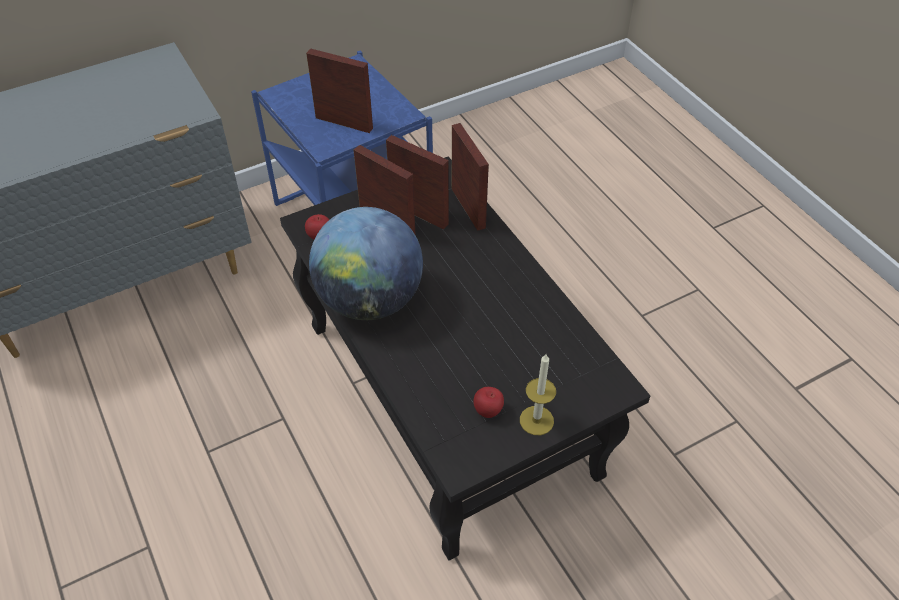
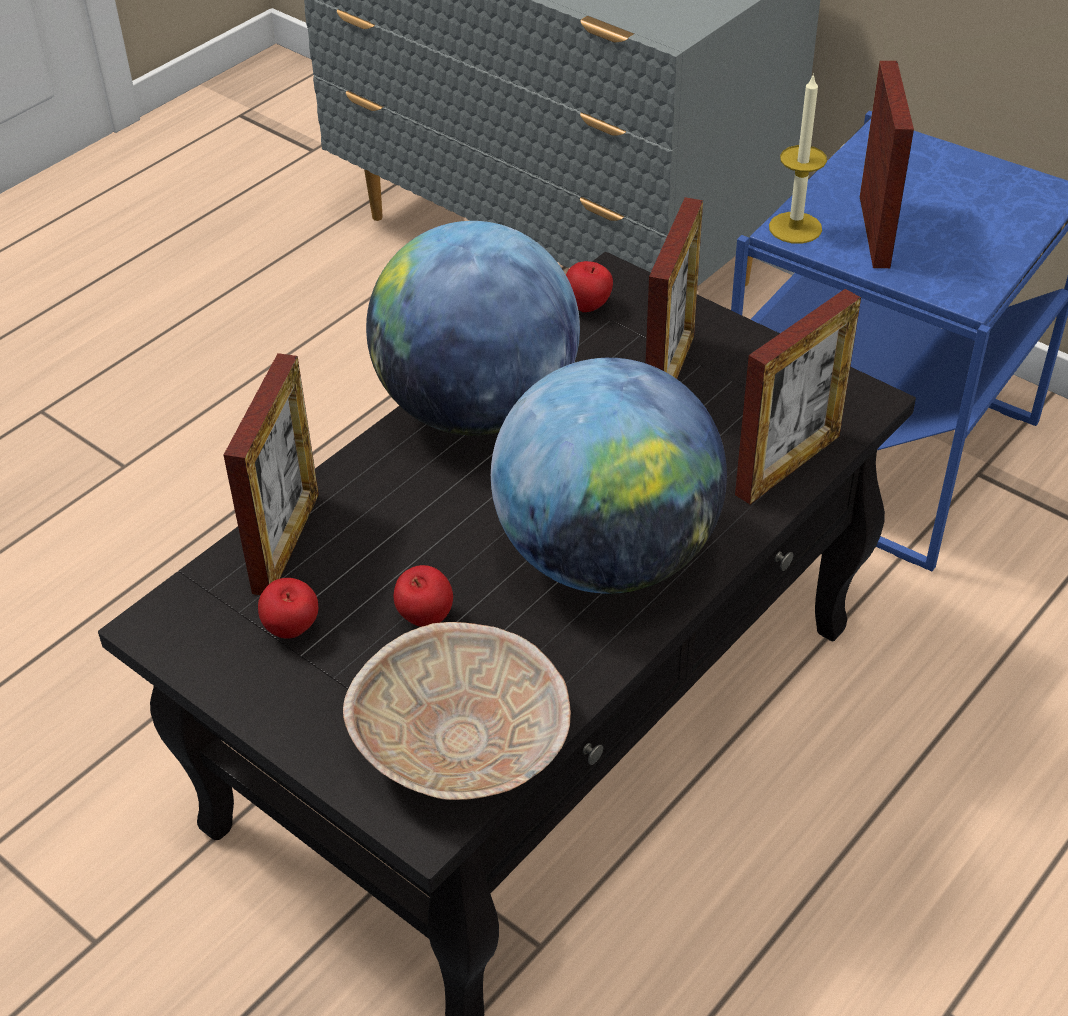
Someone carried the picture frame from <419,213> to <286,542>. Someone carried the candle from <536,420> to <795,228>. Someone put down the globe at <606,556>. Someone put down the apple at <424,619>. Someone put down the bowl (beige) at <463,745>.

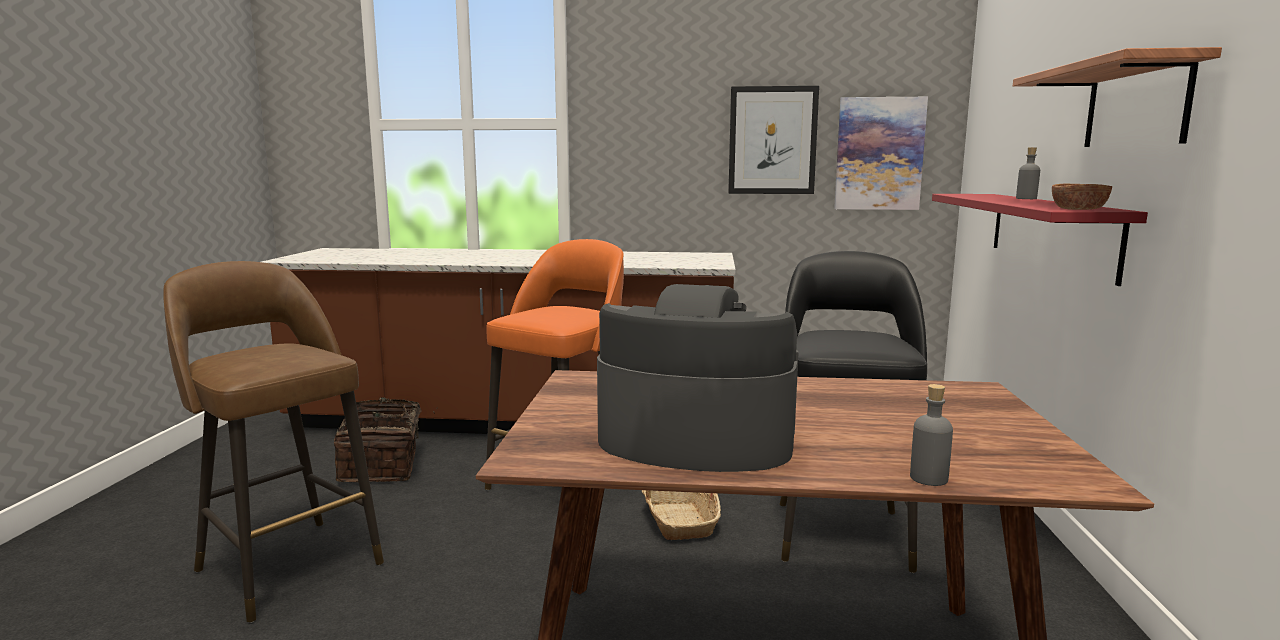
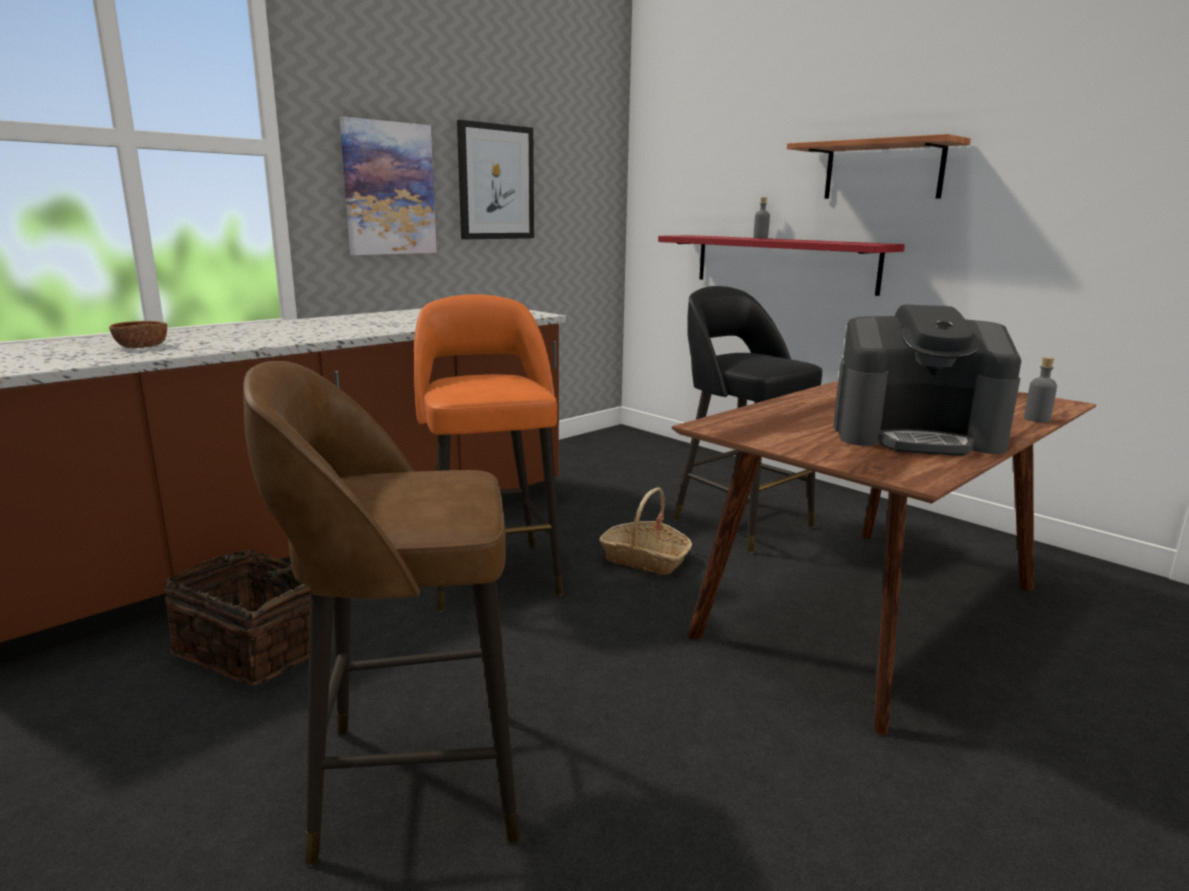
Someone carried the picture from <879,154> to <389,189>. Someone carried the bowl (brown) from <1078,209> to <141,346>. Someone rotated the coffee machine at <695,438> by 135 degrees counterclockwise.

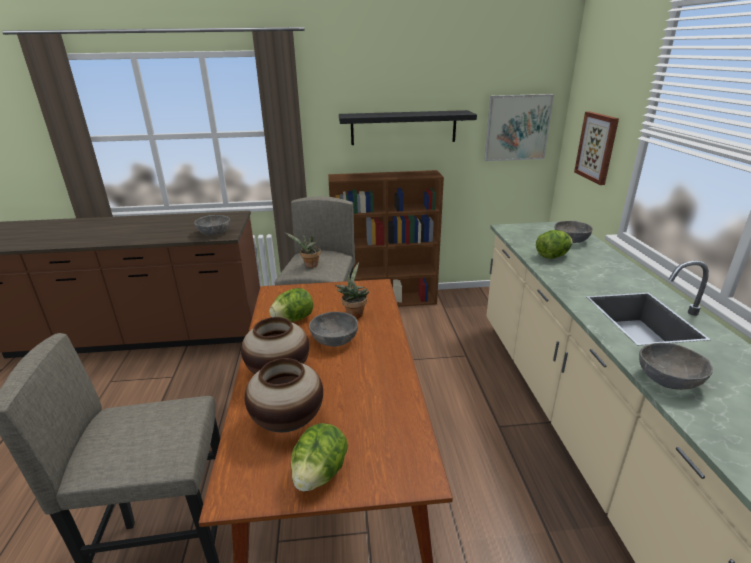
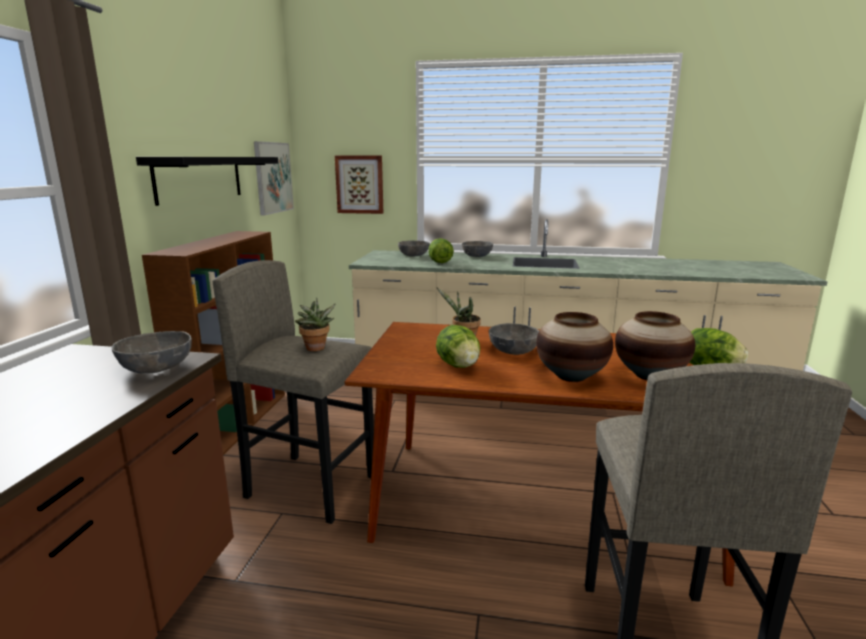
Someone carried the bowl (grey) from <669,380> to <477,256>.

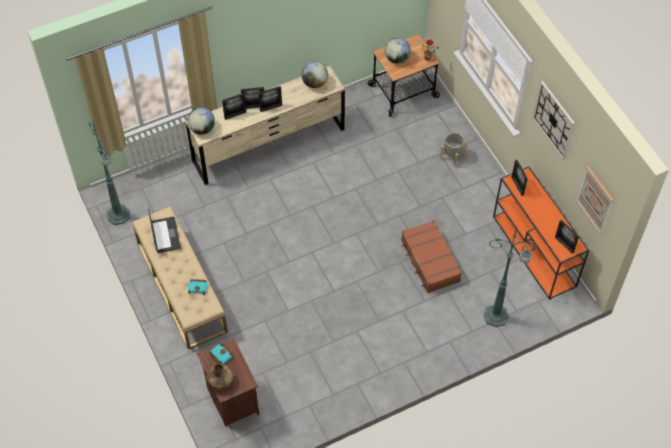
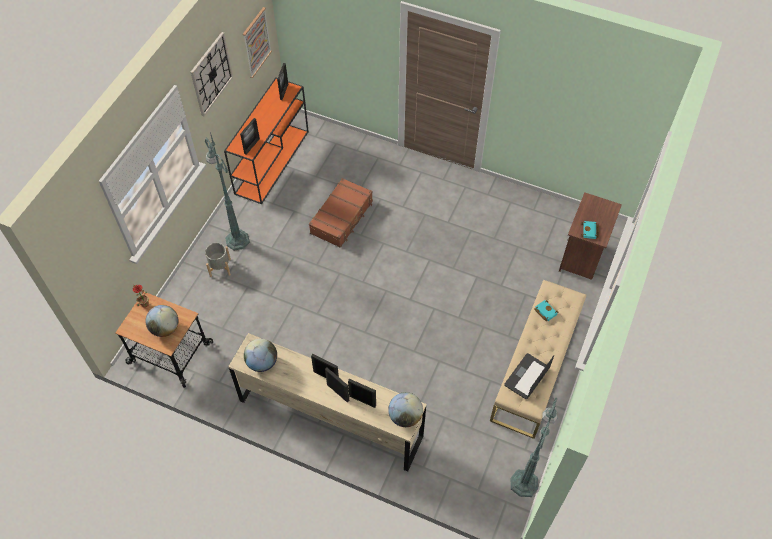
Someone carried the floor lamp (green) from <497,316> to <237,239>. Someone took away the vase (brown) at <220,381>.

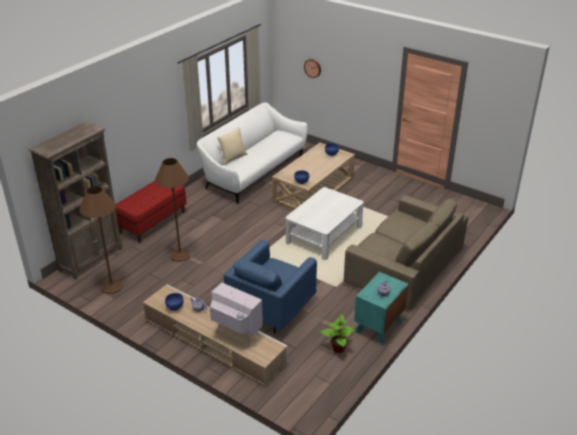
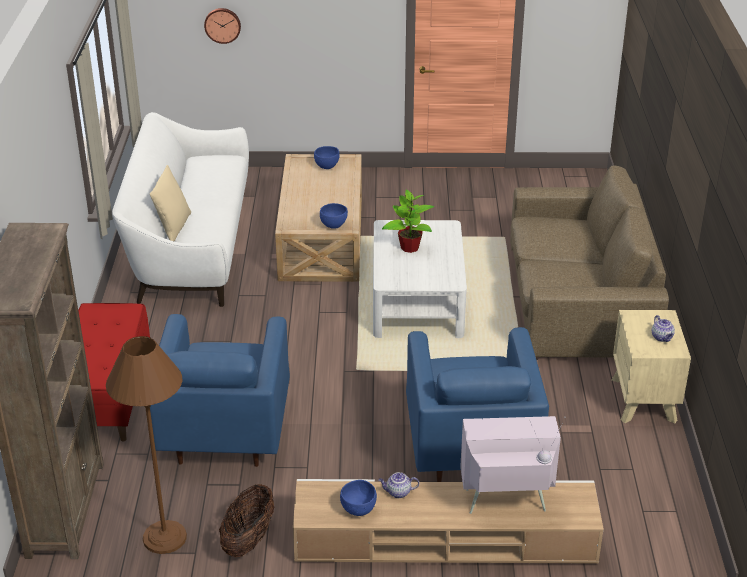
Someone swapped the floor lamp (brown) at <180,255> for the armchair (blue) at <224,430>. Someone repainted the nightstand (turquoise) at <379,327>, which became the nightstand (beige) at <644,400>. Someone carried the potted plant from <338,348> to <409,247>. Someone put down the basket at <248,539>.

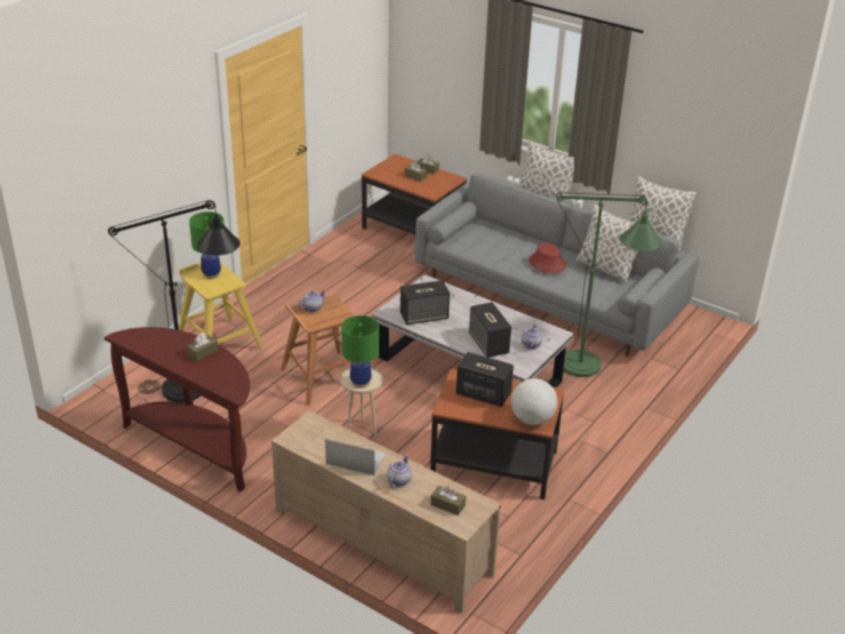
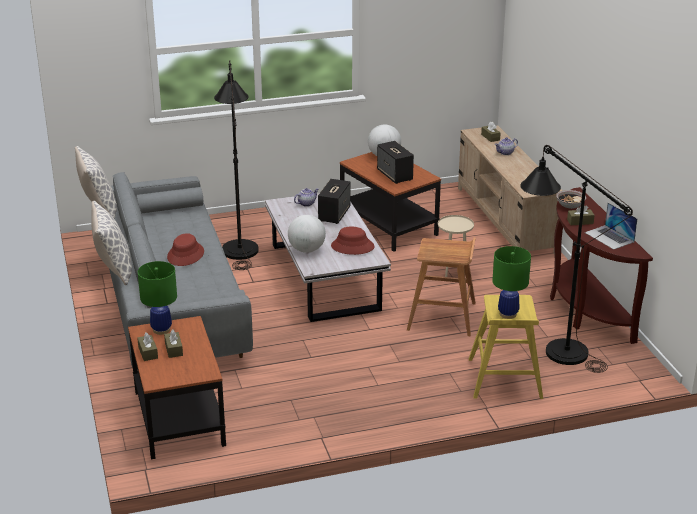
Someone repainted the floor lamp (green) at <590,370>, which became the floor lamp (black) at <239,245>. Someone took away the pillow at <606,268>. Someone swapped the speaker at <424,316> for the hat (red) at <352,247>. Someone took away the teapot at <312,308>. Someone carried the table lamp (green) from <360,382> to <161,330>. Someone carried the laptop from <355,458> to <609,237>. Someone put down the bowl at <570,205>. Someone put down the globe at <306,250>.

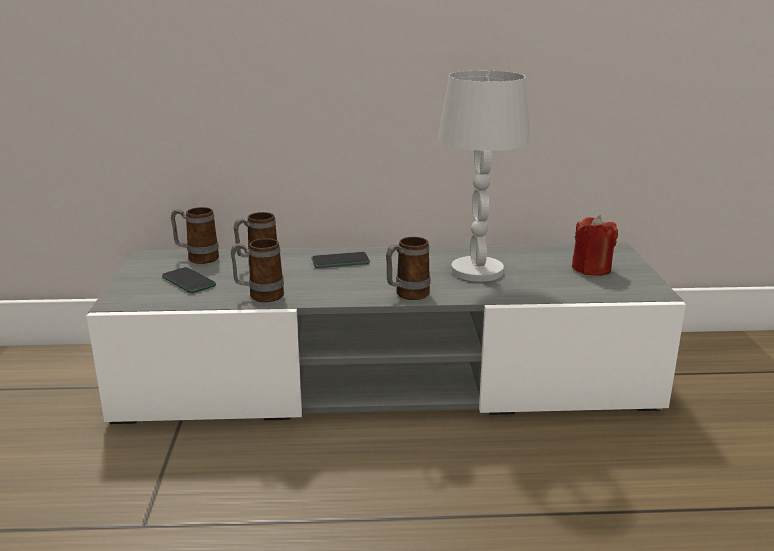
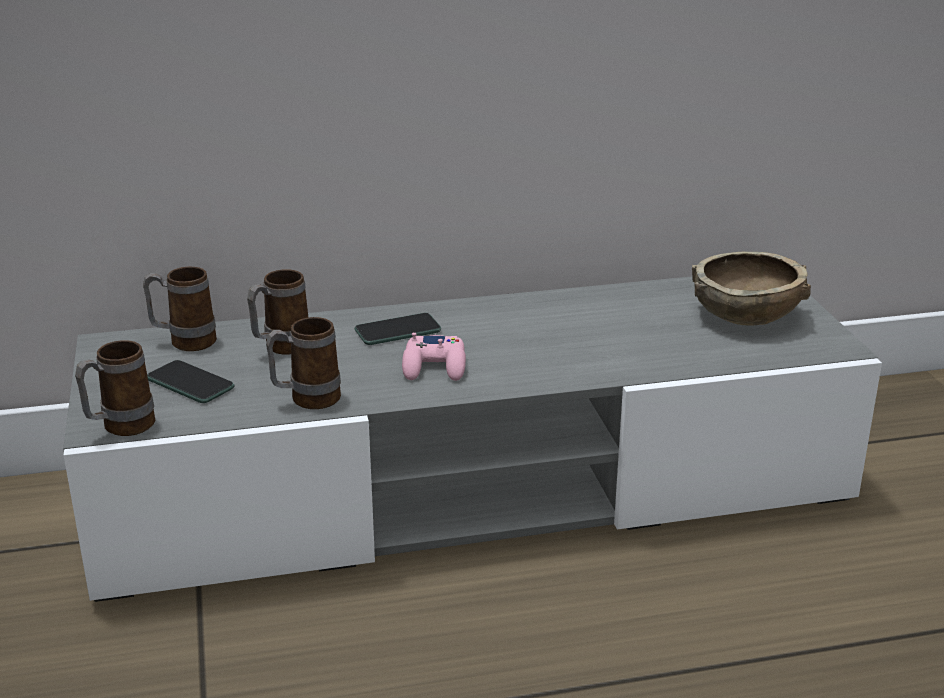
Someone took away the table lamp (white) at <476,271>. Someone swapped the candle (red) at <591,269> for the bowl (brown) at <746,316>. Someone carried the mug from <406,295> to <120,428>. Someone put down the game controller (pink) at <435,366>.

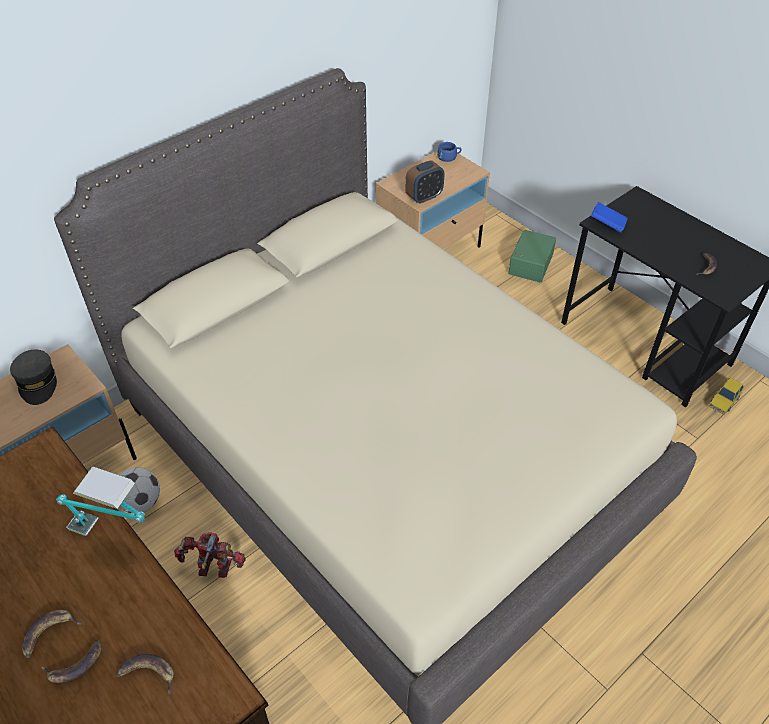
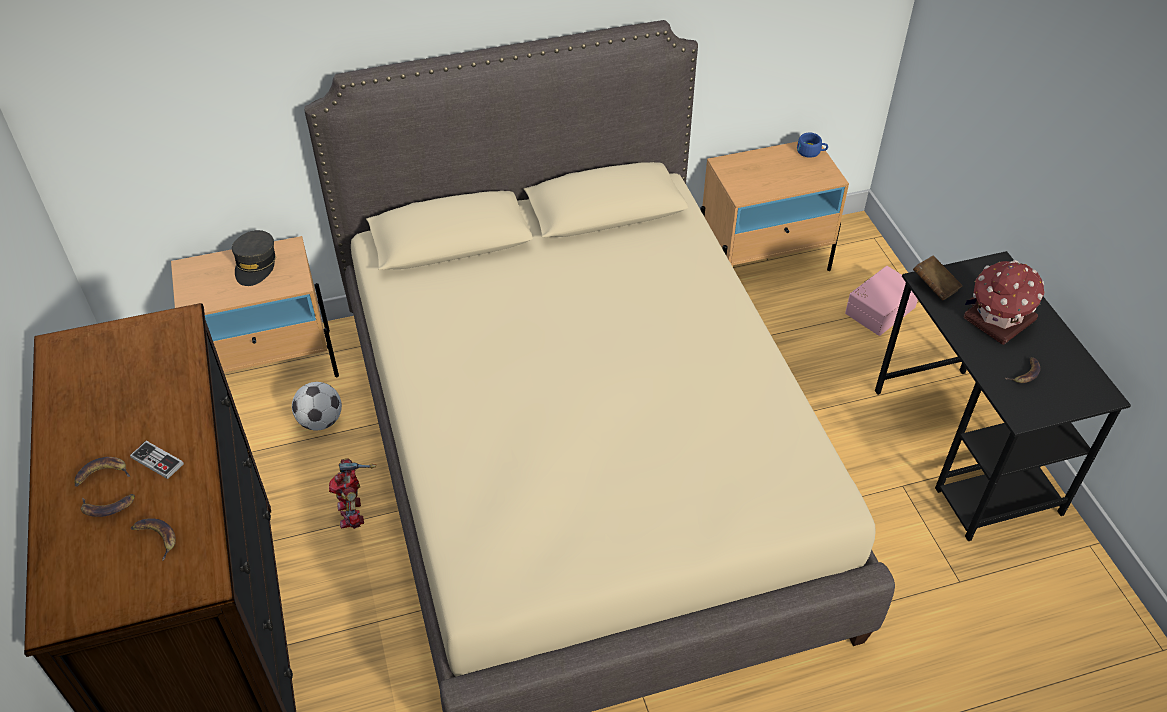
Someone took away the alarm clock at <424,197>. Someone repainted the book (blue) at <607,225>, which became the book (brown) at <934,286>. Someone repainted the storage box (green) at <529,263>, which became the storage box (pink) at <878,309>. Someone took away the toy car at <724,401>. Someone took away the table lamp at <114,535>. Someone rotated the toy robot at <214,570> by 135 degrees counterclockwise. Someone put down the toy house at <997,320>. Someone put down the game controller at <157,461>.

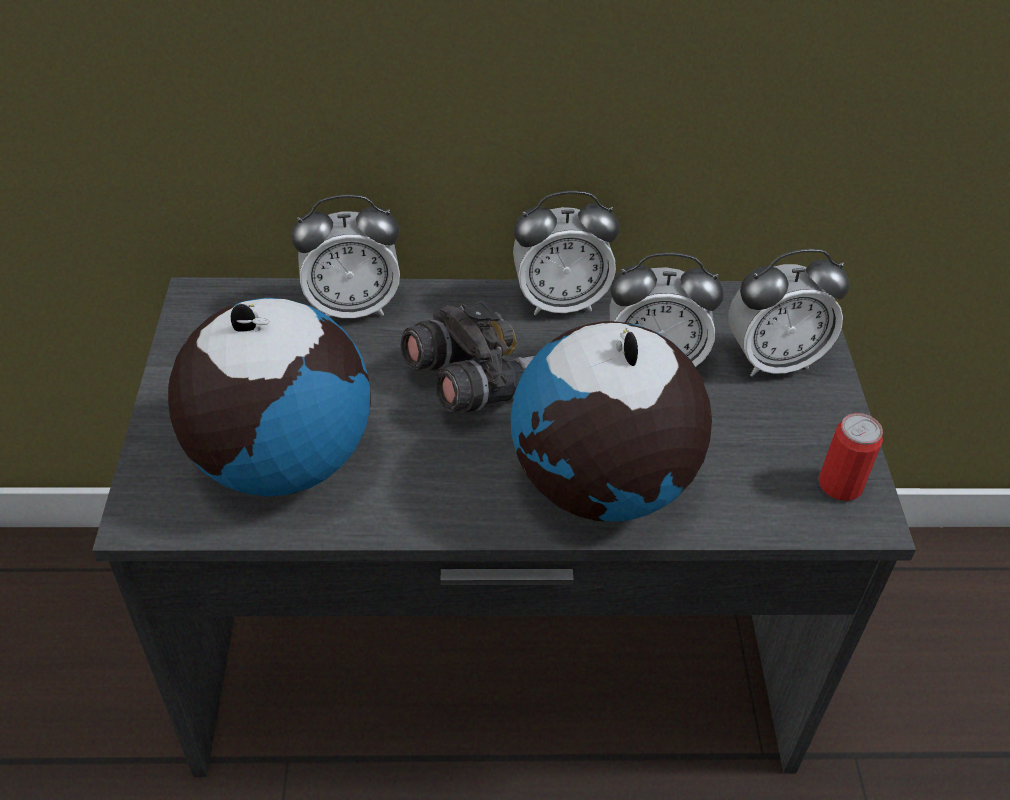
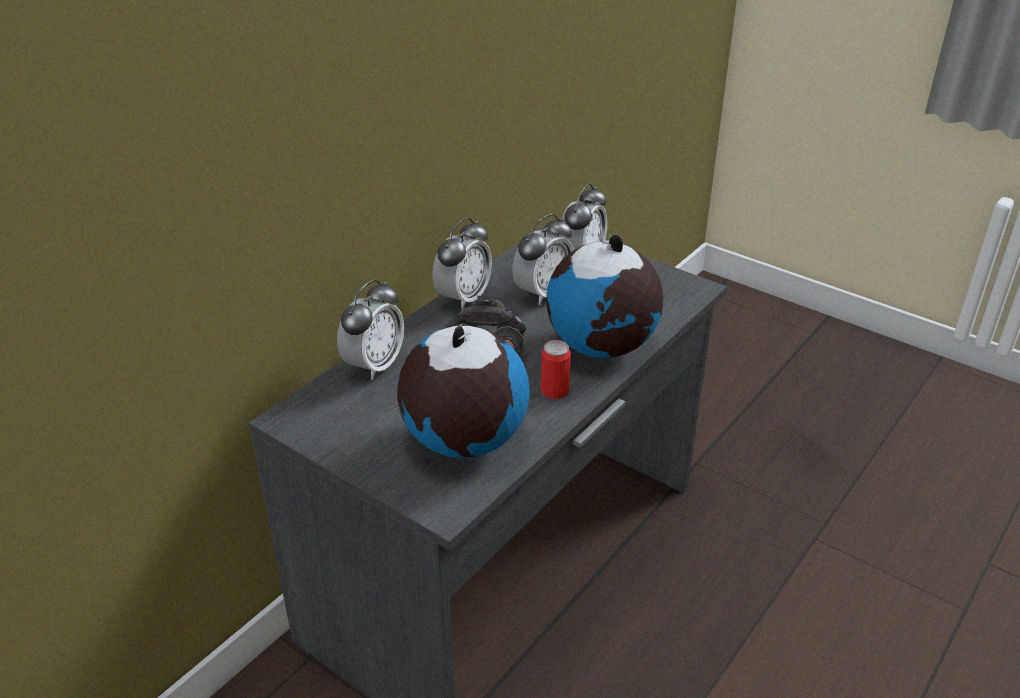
Someone carried the can from <840,485> to <554,391>.

